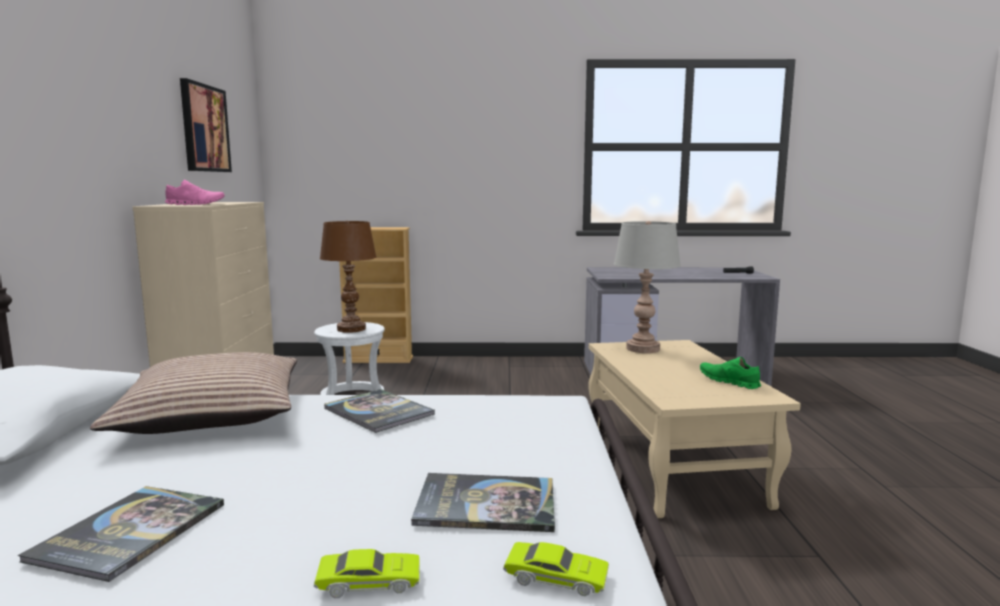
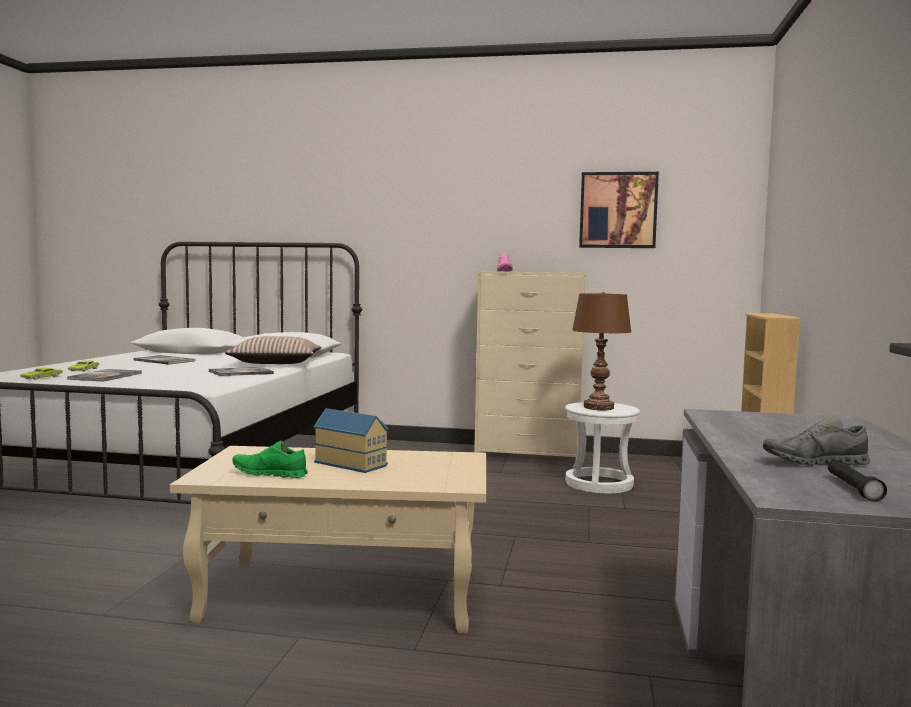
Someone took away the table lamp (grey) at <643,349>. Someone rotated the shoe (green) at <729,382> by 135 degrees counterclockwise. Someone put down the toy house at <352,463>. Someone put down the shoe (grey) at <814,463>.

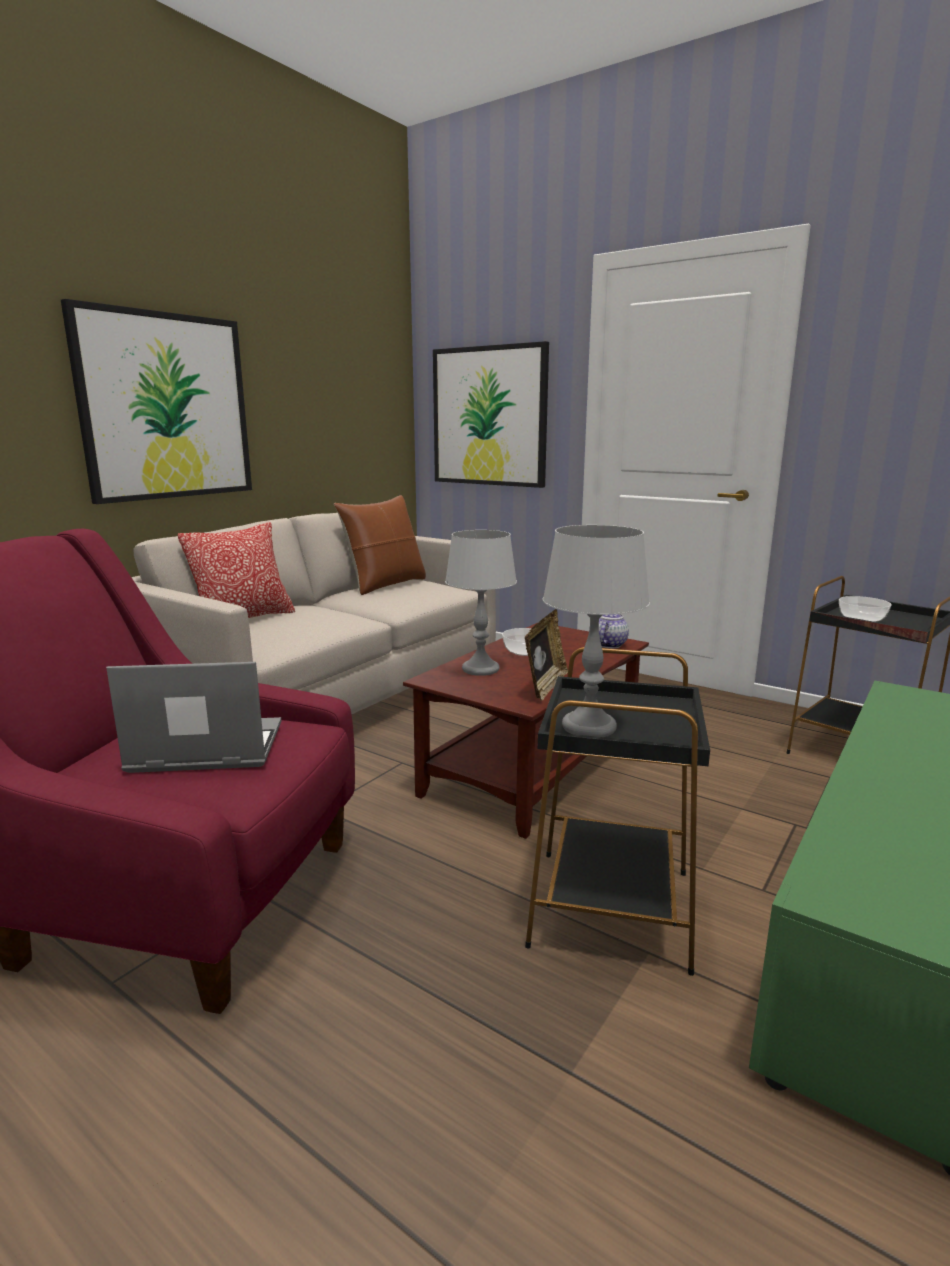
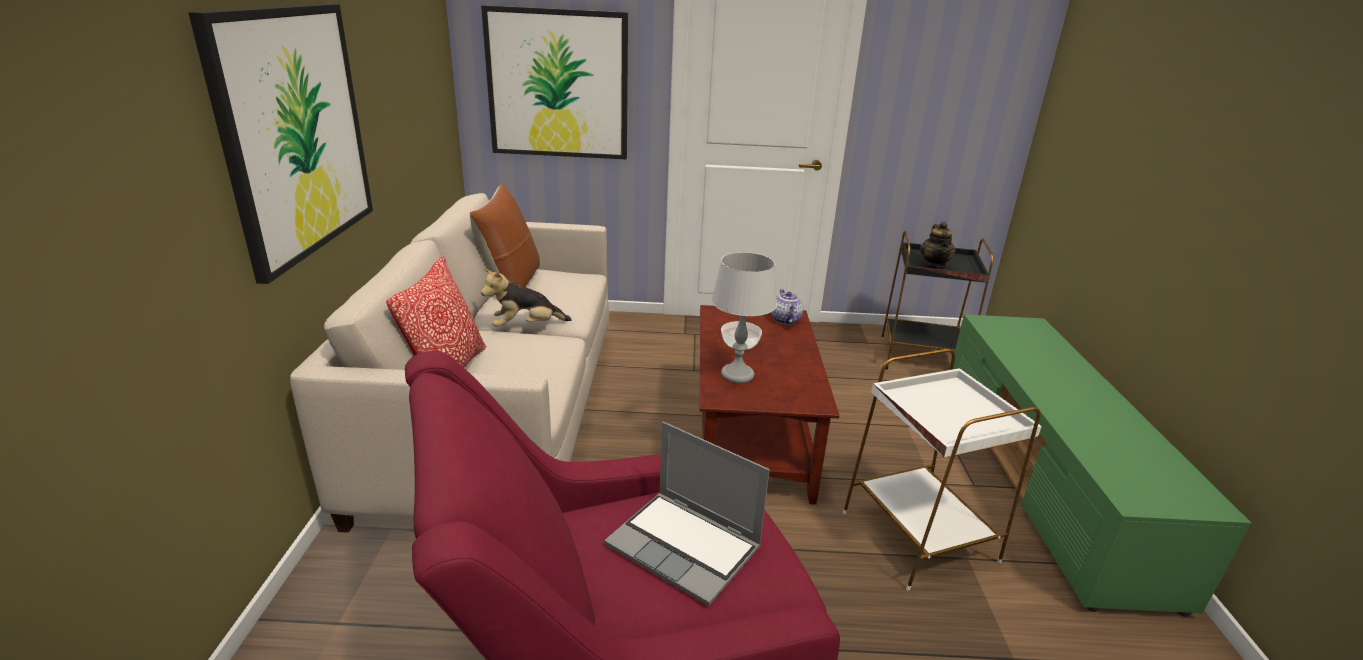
Someone took away the table lamp (grey) at <589,726>. Someone swapped the bowl at <862,619> for the teapot at <934,266>. Someone took away the picture frame at <545,686>. Someone repainted the side table (black) at <609,909>, which became the side table (white) at <919,537>. Someone rotated the laptop at <205,749> by 105 degrees counterclockwise. Someone put down the plush toy at <526,326>.

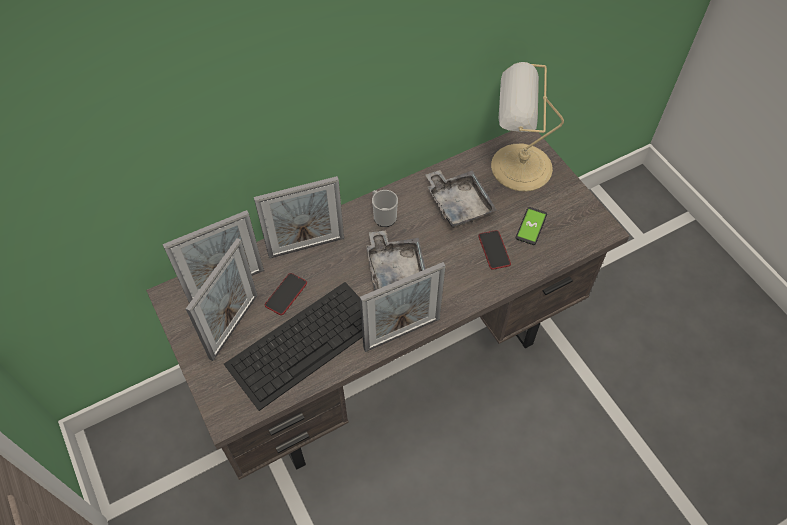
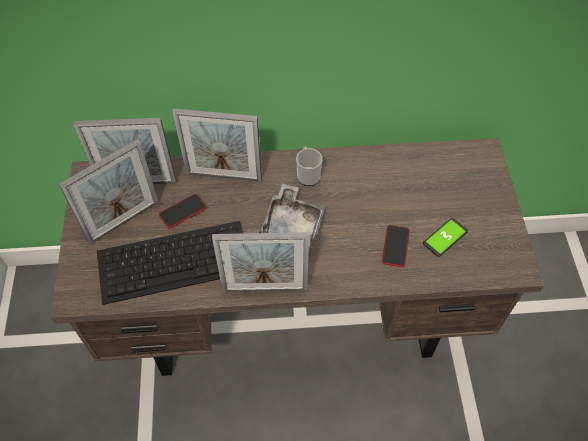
Someone took away the table lamp at <517,167>. Someone took away the tray (grey) at <458,204>.

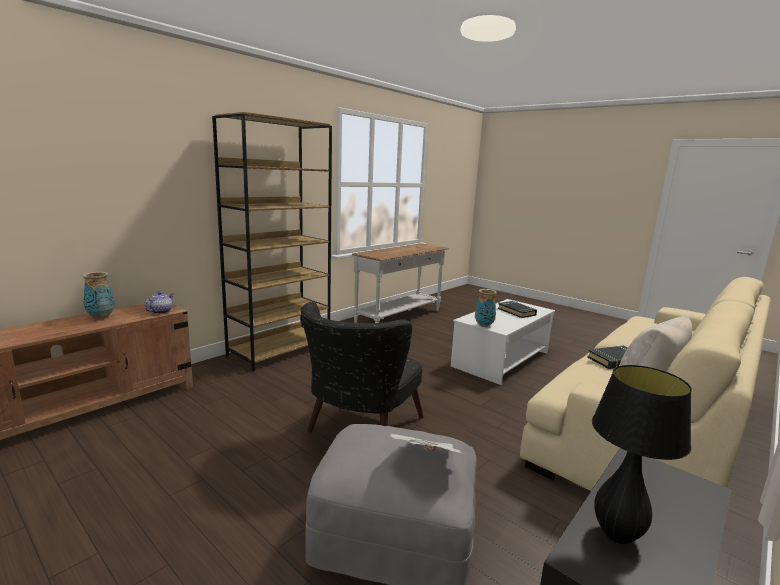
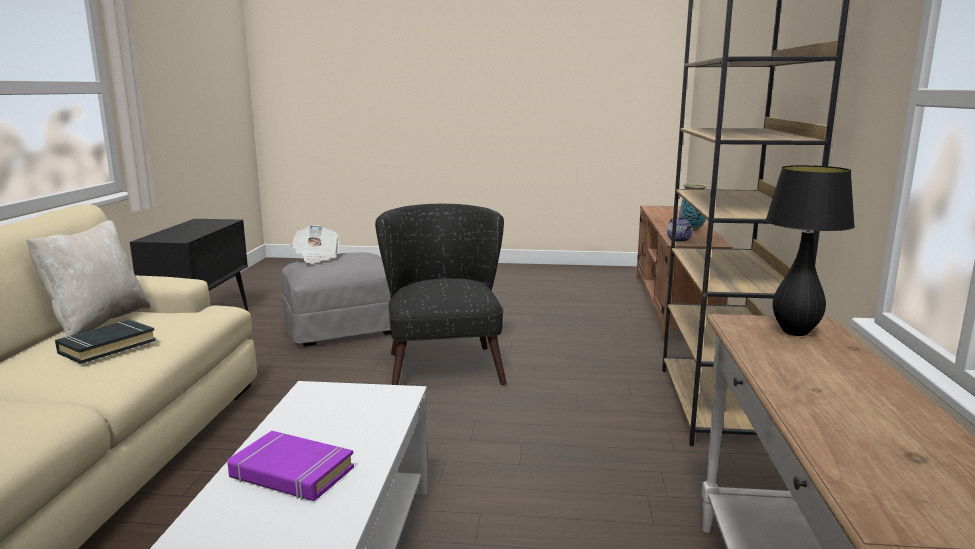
Someone took away the vase at <484,325>. Someone repainted the book (black) at <517,312>, which became the book (purple) at <291,473>. Someone carried the table lamp (black) from <616,535> to <795,332>.

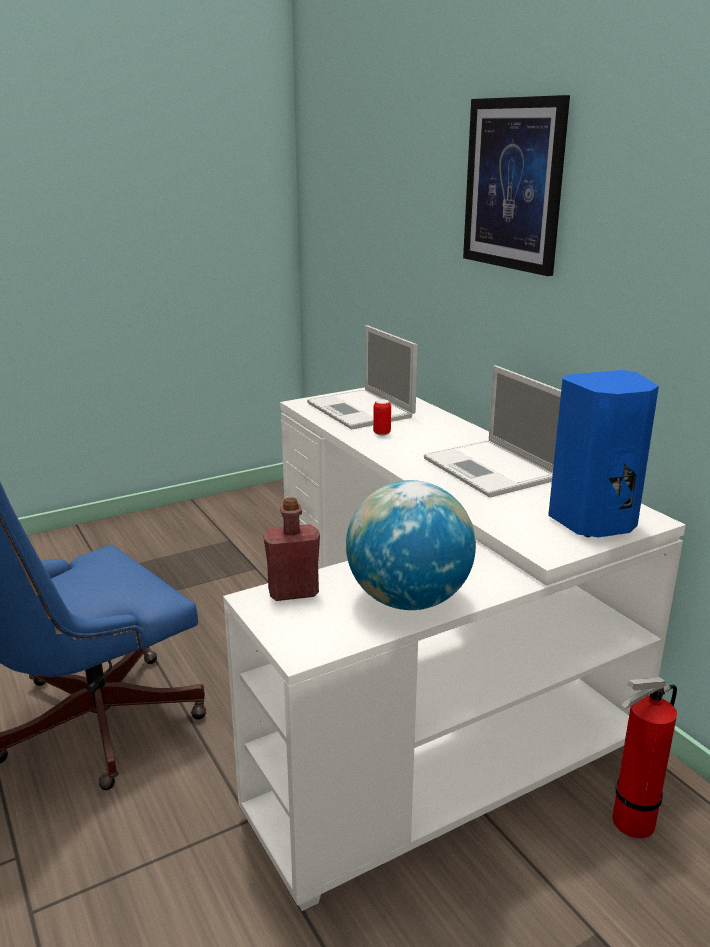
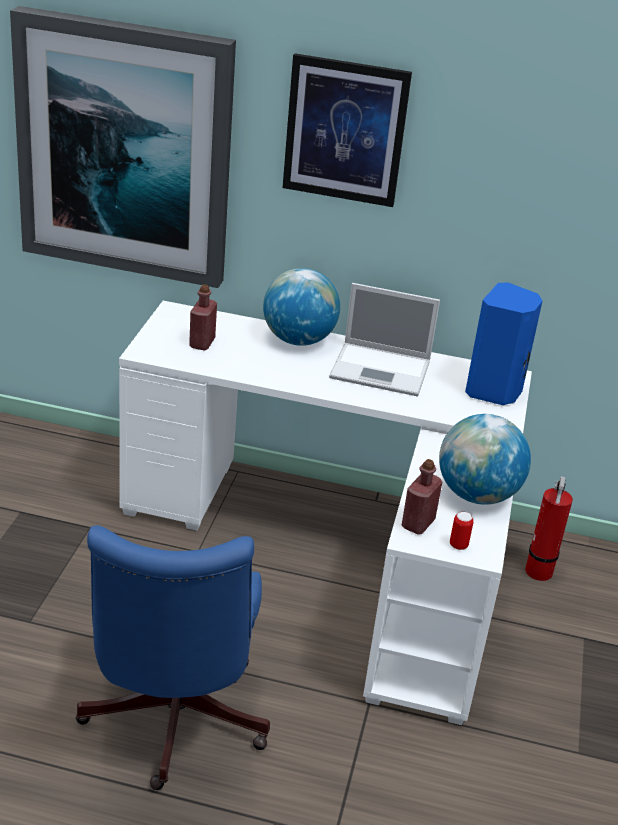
Someone swapped the laptop at <361,410> for the bottle (red) at <202,343>. Someone carried the can from <382,433> to <458,545>. Someone put up the picture at <125,149>. Someone put down the globe at <298,340>.

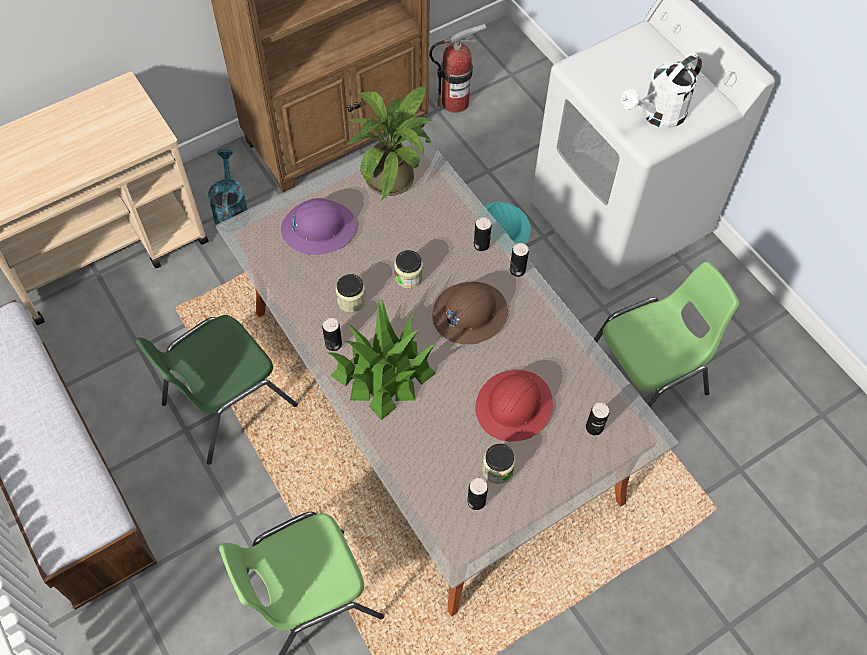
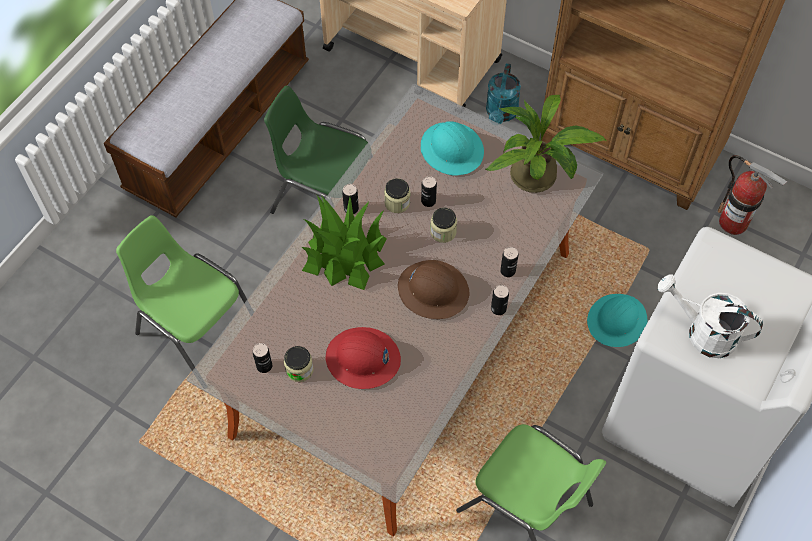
Someone rotated the watering can (turquoise) at <231,210> by 135 degrees clockwise. Someone repainted the hard hat (purple) at <318,228>, which became the hard hat (turquoise) at <452,149>. Someone carried the can from <594,427> to <428,201>.

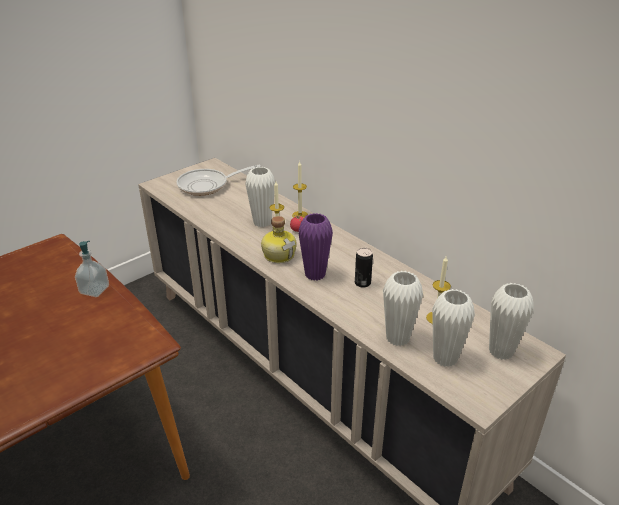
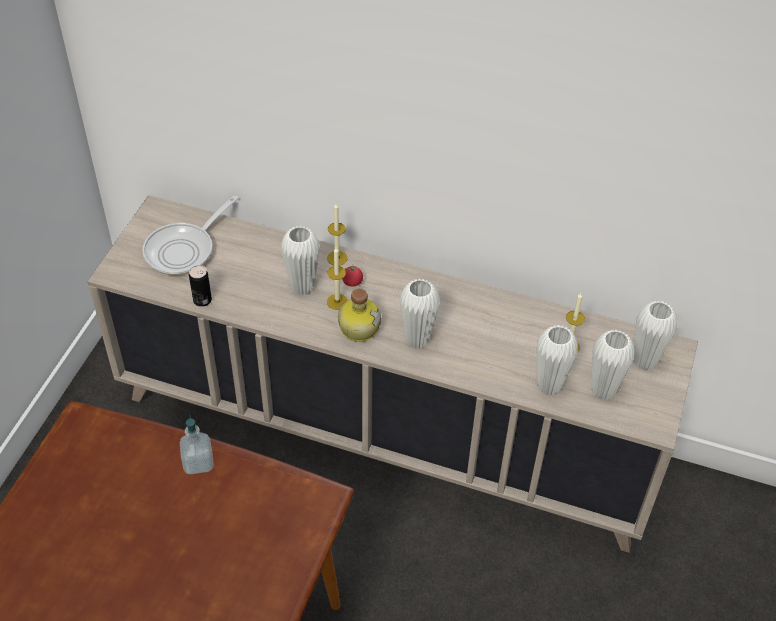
Someone repainted the vase (purple) at <315,274>, which became the vase (white) at <417,339>. Someone carried the can from <362,283> to <202,300>.

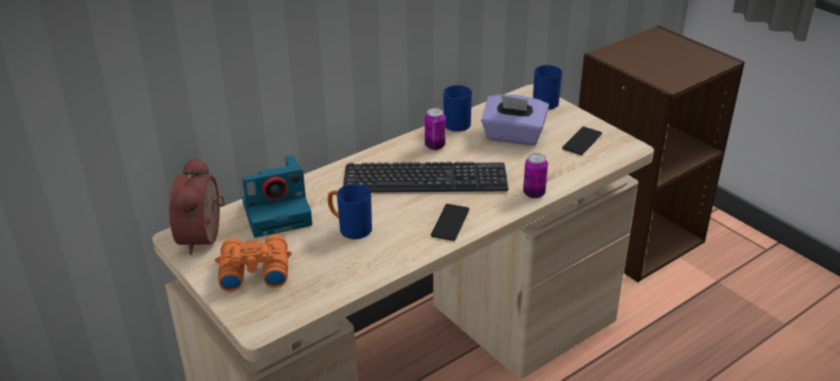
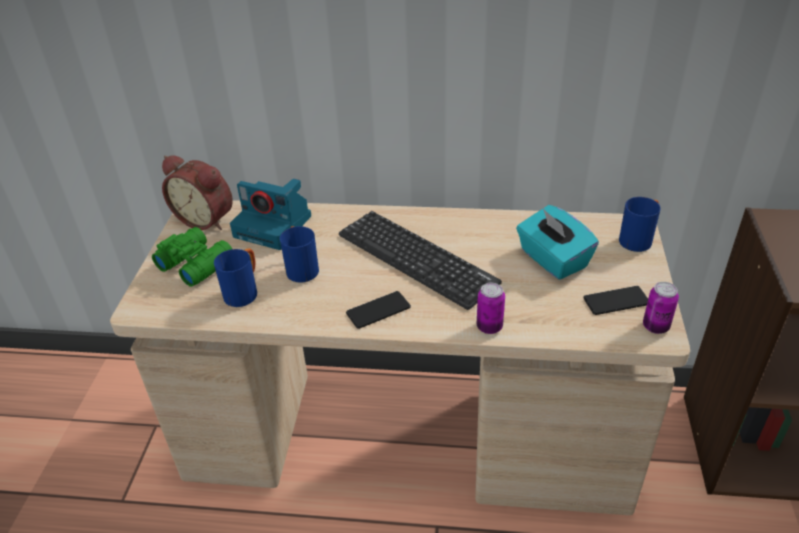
Someone carried the mug (blue) from <454,122> to <244,291>. Someone repainted the tissue box (purple) at <513,136>, which became the tissue box (turquoise) at <552,259>. Someone carried the can from <435,146> to <655,326>. Someone rotated the alarm clock at <205,237> by 105 degrees counterclockwise. Someone repainted the binoculars (orange) at <253,270>, which became the binoculars (green) at <196,263>.

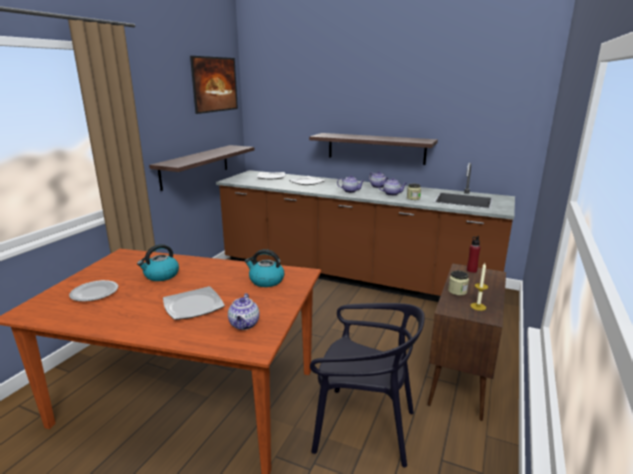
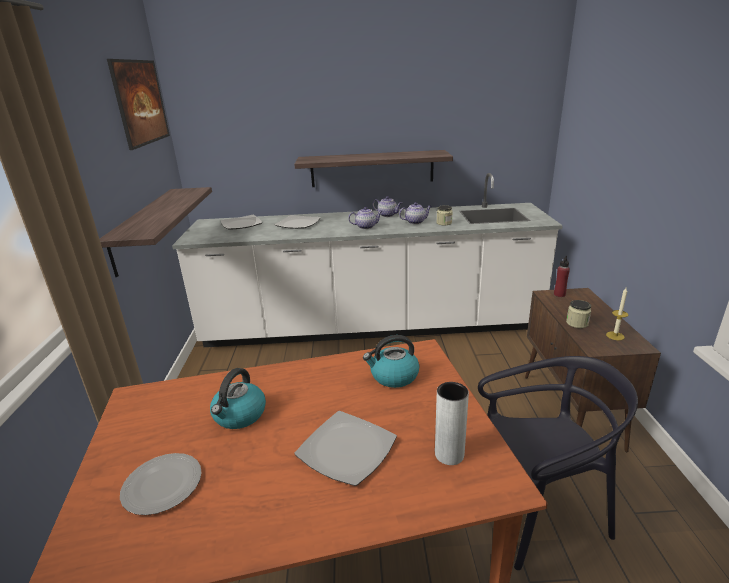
Someone repainted the counter (brown) at <353,276>, which became the counter (white) at <371,327>. Someone swapped the teapot at <244,325> for the vase (grey) at <449,454>.

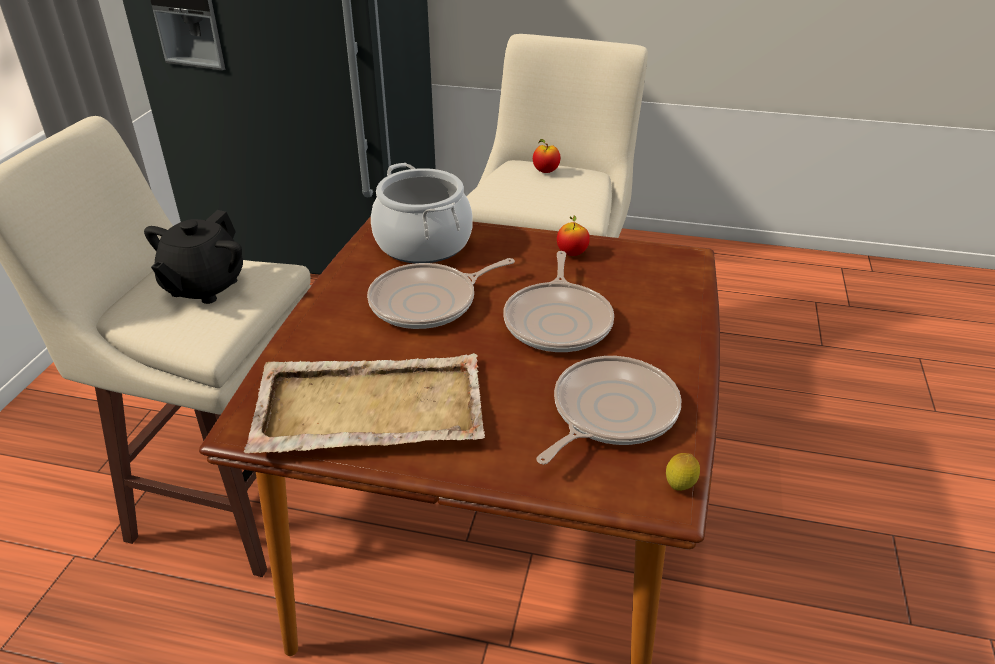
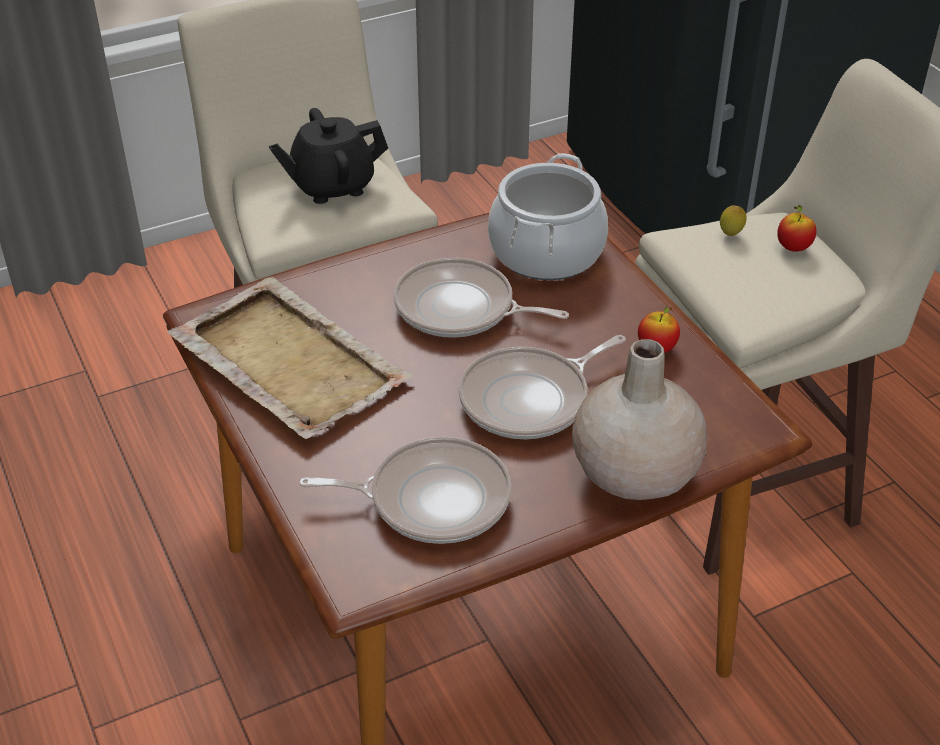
Someone carried the lemon from <679,487> to <730,235>. Someone put down the vase (beige) at <633,473>.

